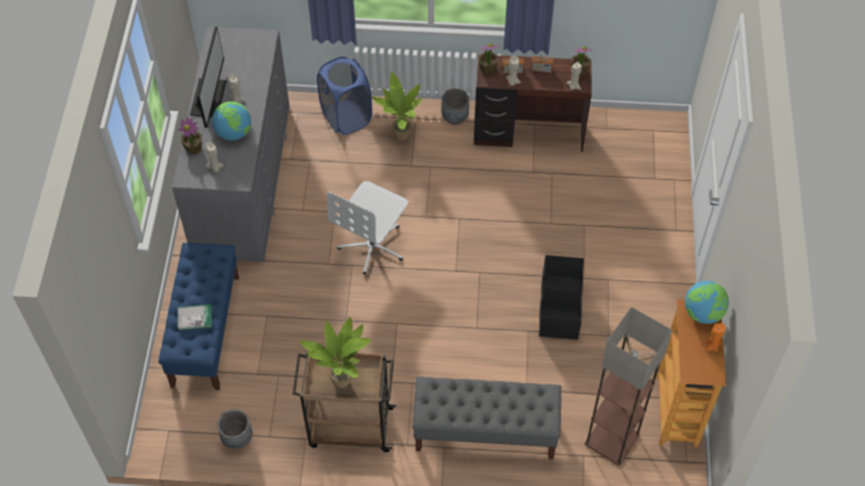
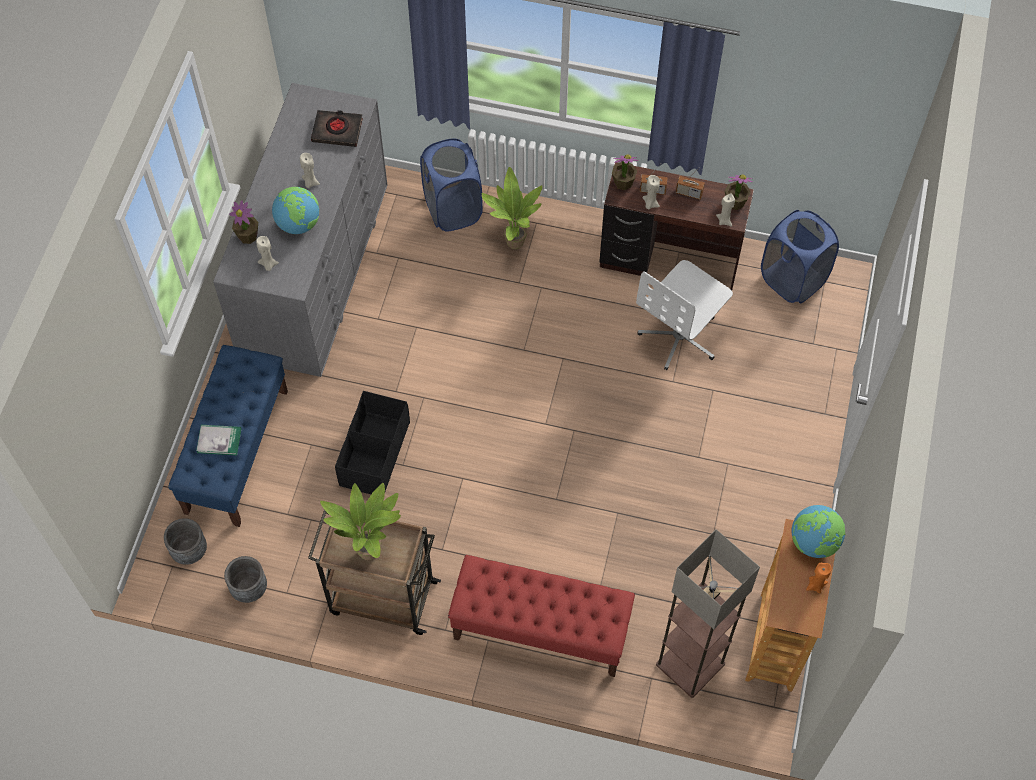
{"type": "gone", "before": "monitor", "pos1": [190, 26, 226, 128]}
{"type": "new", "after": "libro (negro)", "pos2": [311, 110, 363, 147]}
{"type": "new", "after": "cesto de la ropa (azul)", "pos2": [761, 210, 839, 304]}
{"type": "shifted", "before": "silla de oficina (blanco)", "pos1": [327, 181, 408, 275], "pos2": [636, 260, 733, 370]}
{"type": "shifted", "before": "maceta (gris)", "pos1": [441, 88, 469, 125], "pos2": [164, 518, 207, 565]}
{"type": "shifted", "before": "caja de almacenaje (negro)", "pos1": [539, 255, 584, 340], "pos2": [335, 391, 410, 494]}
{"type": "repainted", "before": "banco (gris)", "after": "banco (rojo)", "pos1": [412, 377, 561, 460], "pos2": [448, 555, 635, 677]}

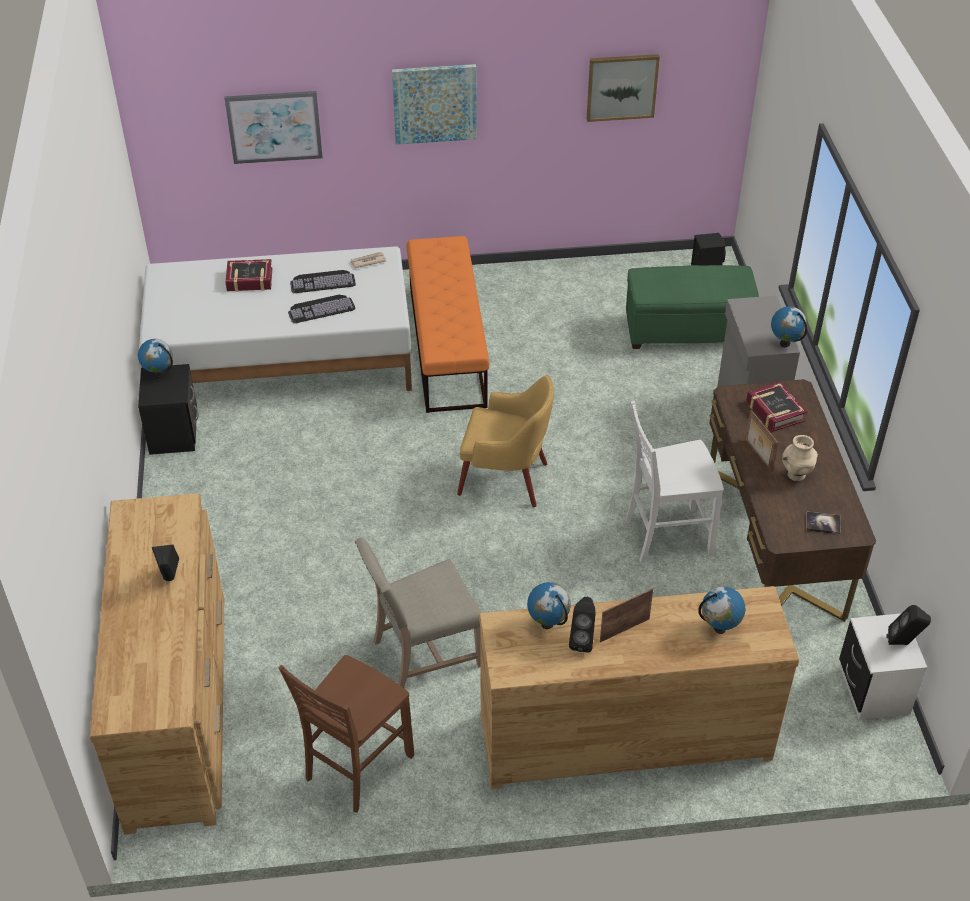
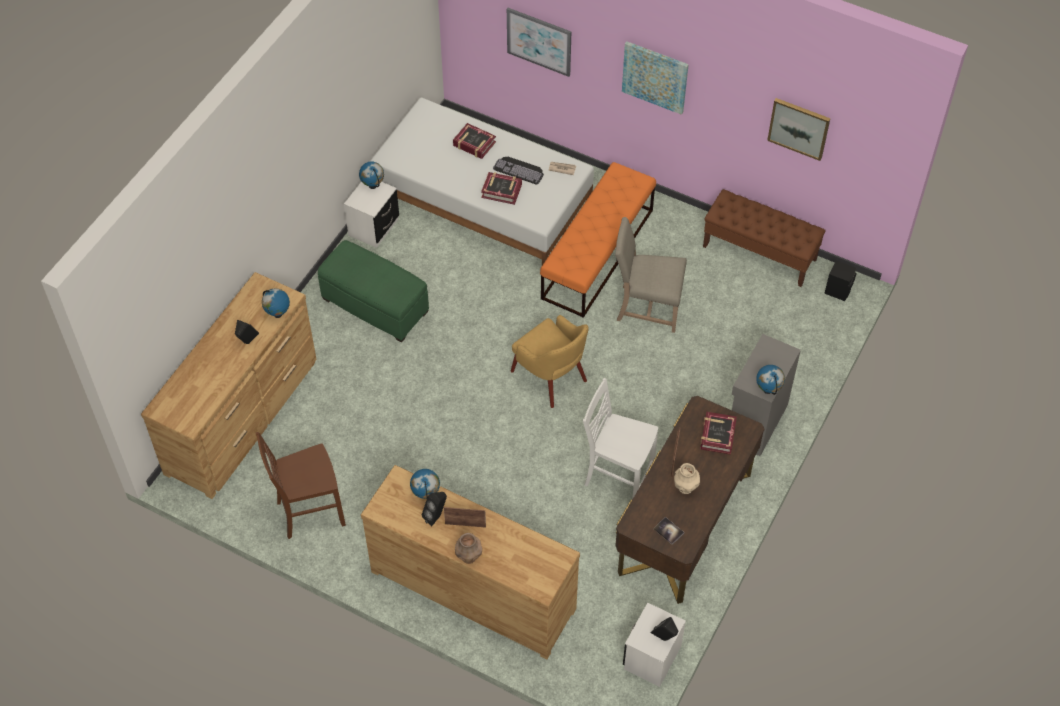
{"type": "new", "after": "florero (marrón)", "pos2": [455, 533, 482, 564]}
{"type": "new", "after": "banco (marrón)", "pos2": [703, 189, 826, 287]}
{"type": "shifted", "before": "silla (beis)", "pos1": [355, 537, 482, 688], "pos2": [615, 217, 687, 333]}
{"type": "shifted", "before": "puf (verde)", "pos1": [626, 265, 759, 349], "pos2": [318, 240, 429, 343]}
{"type": "shifted", "before": "globo terráqueo", "pos1": [698, 586, 745, 634], "pos2": [262, 288, 290, 318]}
{"type": "swapped", "before": "teclado", "after": "libro", "pos1": [288, 295, 356, 323], "pos2": [481, 172, 522, 205]}
{"type": "repainted", "before": "mesita de noche (negro)", "after": "mesita de noche (blanco)", "pos1": [138, 364, 199, 455], "pos2": [344, 181, 399, 248]}

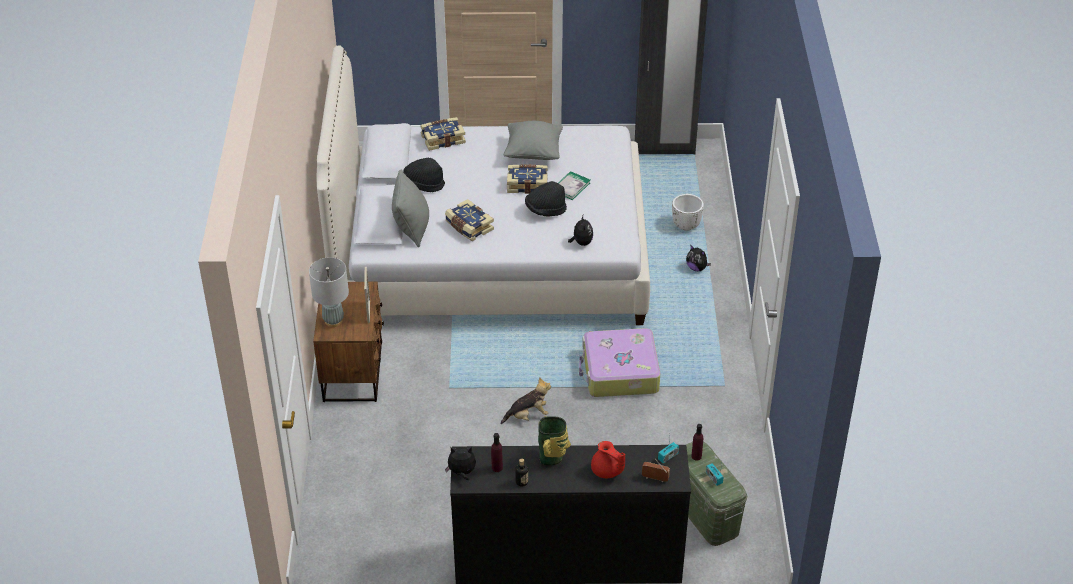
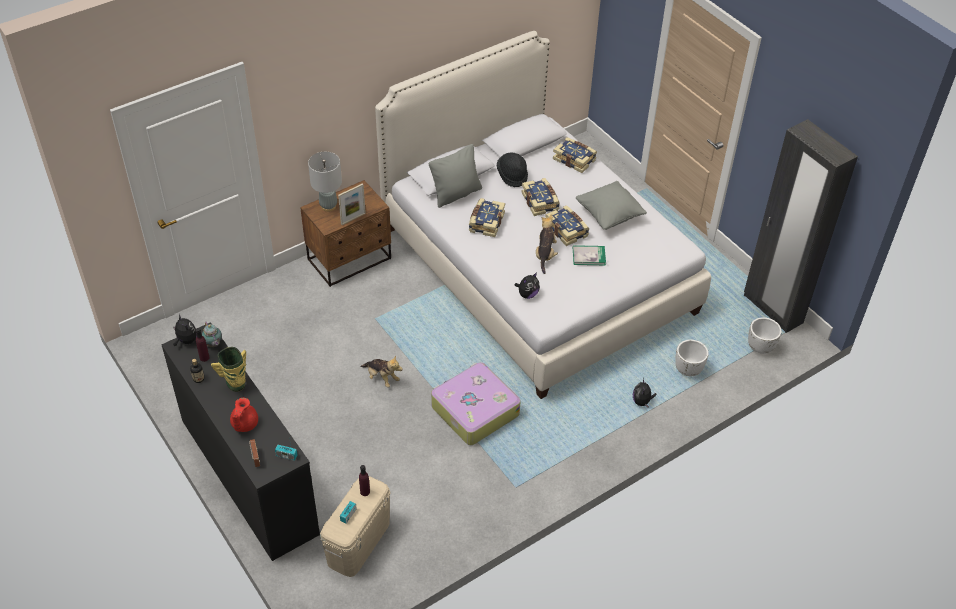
{"type": "new", "after": "tetera", "pos2": [202, 321, 222, 347]}
{"type": "new", "after": "libro", "pos2": [521, 178, 560, 216]}
{"type": "new", "after": "maceta (blanco)", "pos2": [748, 317, 782, 354]}
{"type": "swapped", "before": "sombrero (negro)", "after": "peluche", "pos1": [525, 181, 567, 217], "pos2": [536, 214, 558, 274]}
{"type": "repainted", "before": "caja de almacenaje (verde)", "after": "caja de almacenaje (beis)", "pos1": [686, 441, 747, 546], "pos2": [320, 476, 390, 577]}

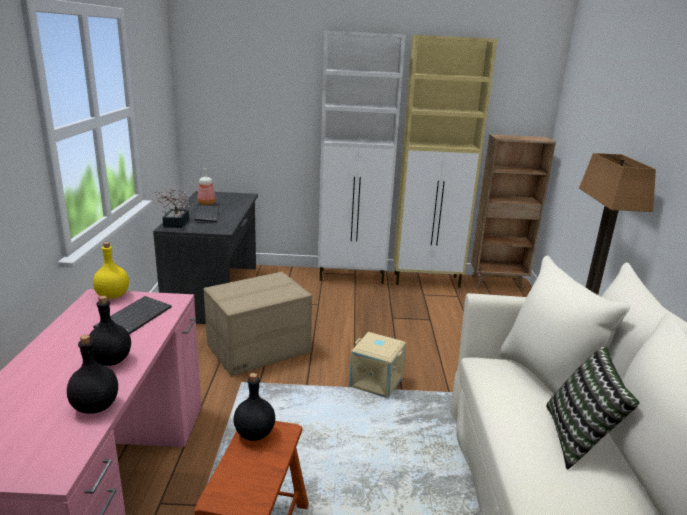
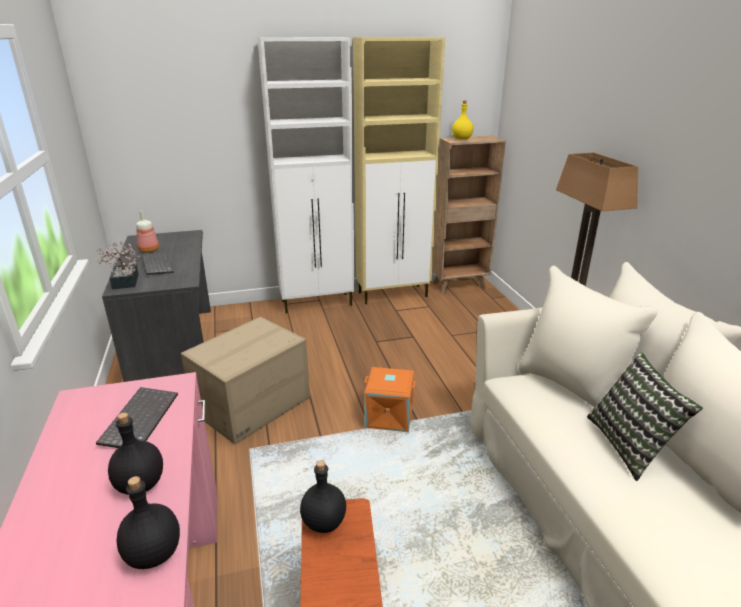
{"type": "shifted", "before": "botella (amarillo)", "pos1": [93, 242, 129, 299], "pos2": [452, 101, 473, 140]}
{"type": "repainted", "before": "caja de almacenaje (beis)", "after": "caja de almacenaje (naranja)", "pos1": [349, 332, 406, 398], "pos2": [364, 367, 416, 432]}

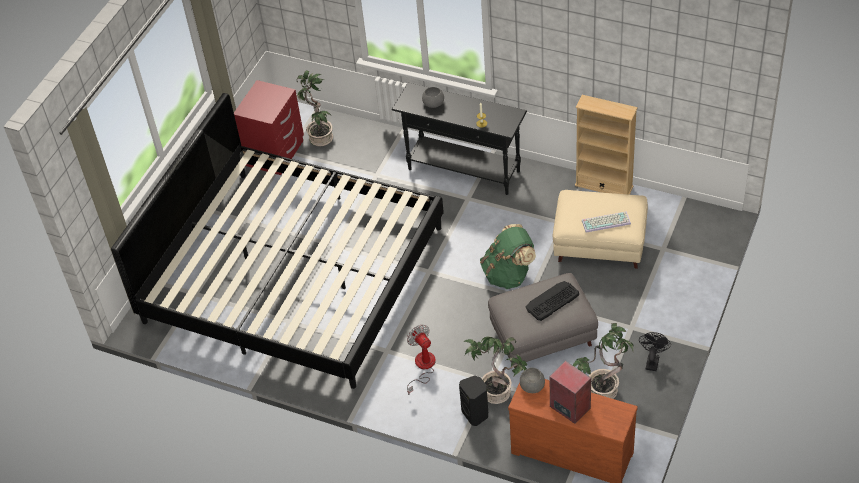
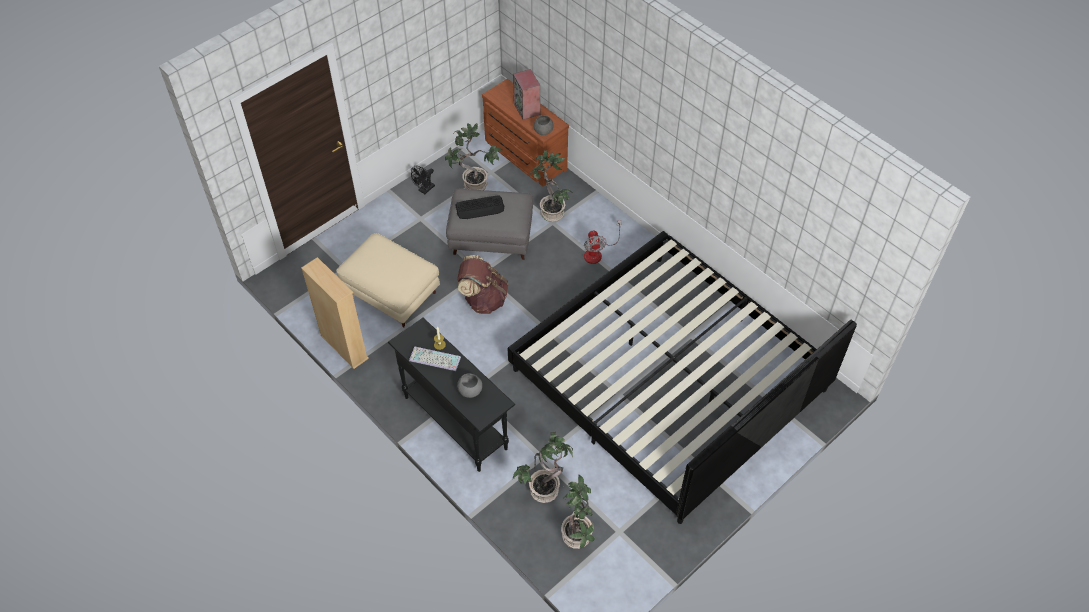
{"type": "gone", "before": "mesita de noche (rojo)", "pos1": [234, 80, 304, 175]}
{"type": "gone", "before": "altavoz (negro)", "pos1": [459, 375, 488, 426]}
{"type": "new", "after": "planta en maceta", "pos2": [513, 432, 573, 503]}
{"type": "shifted", "before": "teclado", "pos1": [582, 211, 631, 233], "pos2": [409, 346, 461, 371]}
{"type": "repainted", "before": "mochila (verde)", "after": "mochila (marrón)", "pos1": [480, 224, 536, 289], "pos2": [457, 255, 508, 314]}

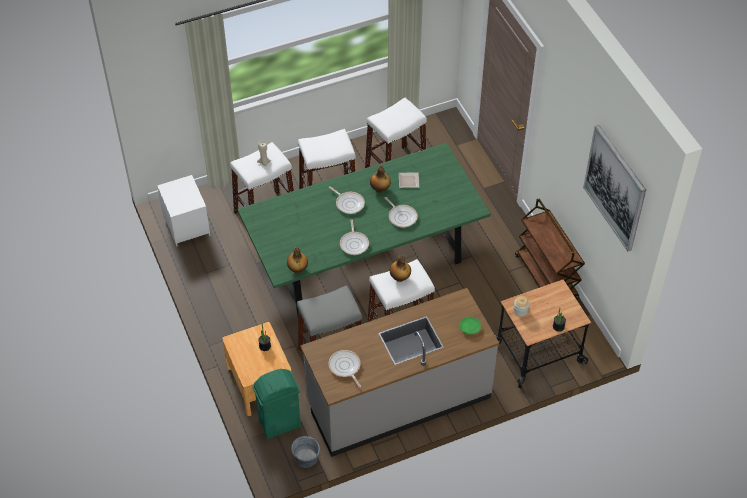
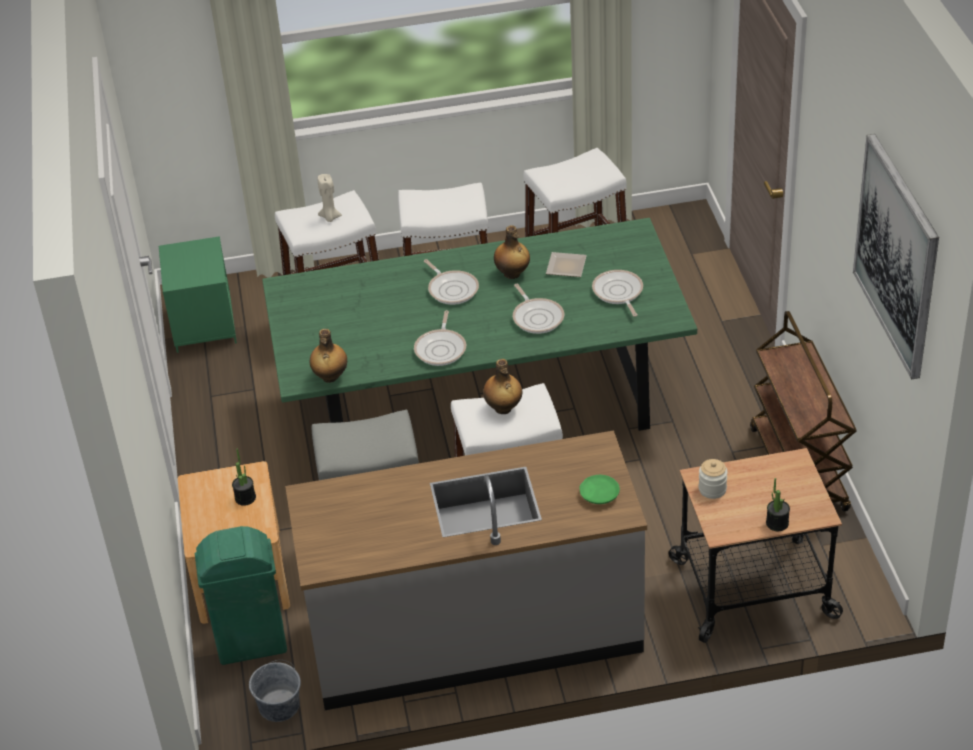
{"type": "shifted", "before": "sartén", "pos1": [328, 350, 361, 388], "pos2": [592, 270, 643, 317]}
{"type": "repainted", "before": "mesita de noche (blanco)", "after": "mesita de noche (verde)", "pos1": [157, 175, 210, 246], "pos2": [159, 236, 237, 353]}

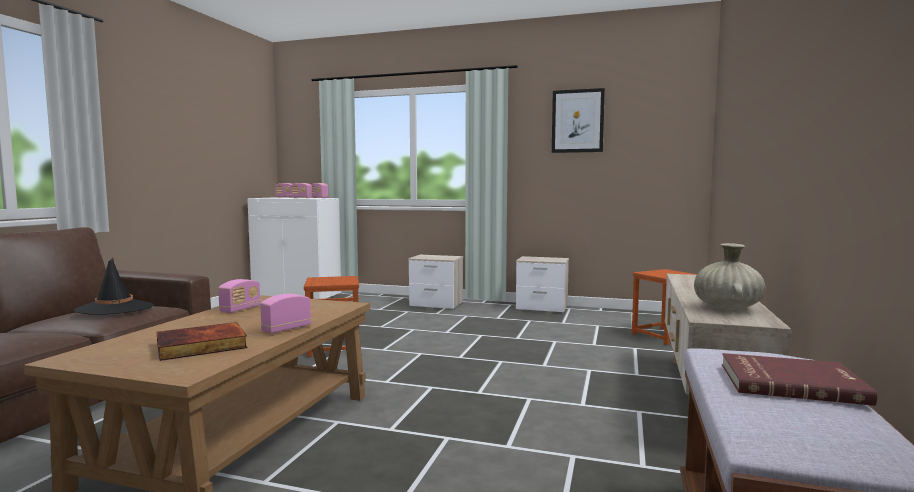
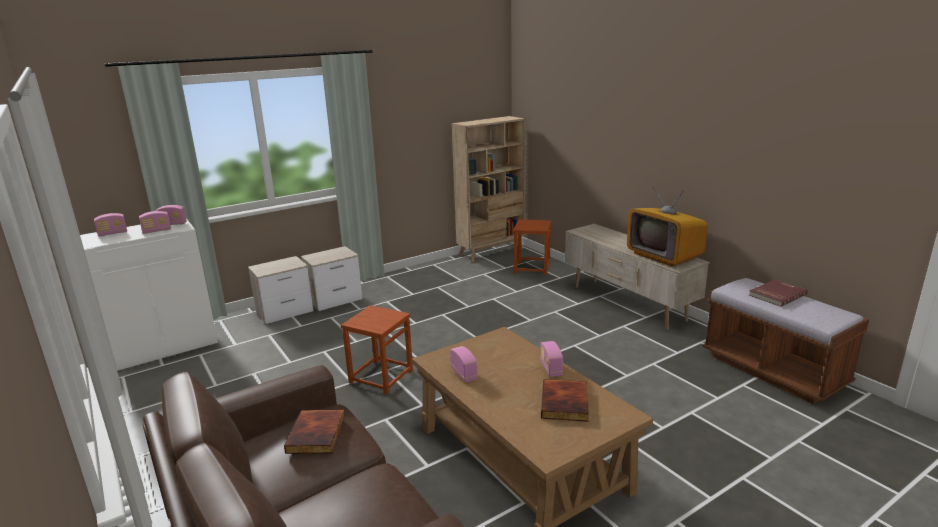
{"type": "gone", "before": "cuadro", "pos1": [552, 88, 605, 153]}
{"type": "new", "after": "estantería (beis)", "pos2": [452, 116, 525, 262]}
{"type": "shifted", "before": "mesita de noche", "pos1": [516, 256, 569, 313], "pos2": [248, 256, 313, 324]}
{"type": "swapped", "before": "sombrero (negro)", "after": "libro", "pos1": [74, 257, 154, 315], "pos2": [284, 410, 346, 454]}
{"type": "swapped", "before": "florero (beis)", "after": "televisor", "pos1": [694, 243, 766, 311], "pos2": [627, 186, 708, 267]}

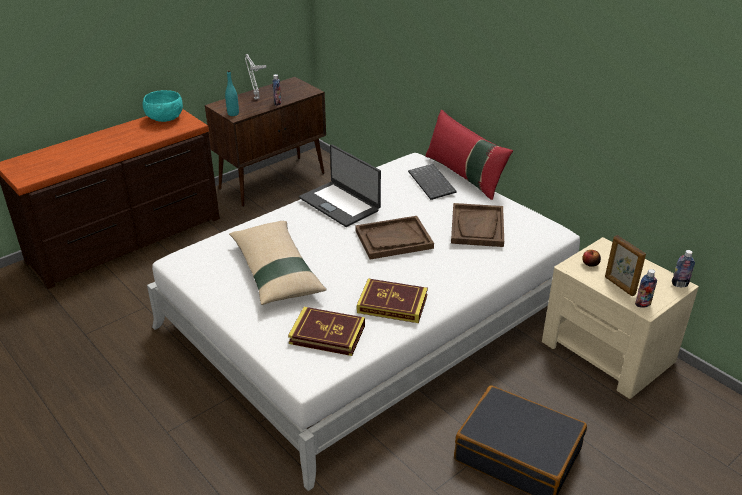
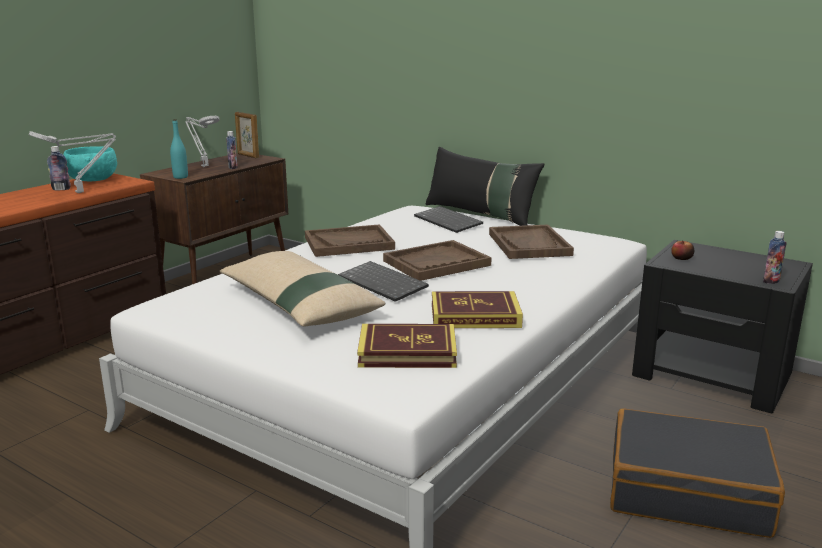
{"type": "new", "after": "lámpara de mesa (gris)", "pos2": [29, 131, 116, 193]}
{"type": "new", "after": "teclado", "pos2": [338, 261, 429, 302]}
{"type": "shifted", "before": "portarretratos", "pos1": [605, 235, 646, 296], "pos2": [235, 112, 259, 158]}
{"type": "shifted", "before": "botella", "pos1": [672, 250, 695, 287], "pos2": [47, 146, 71, 190]}
{"type": "swapped", "before": "portátil", "after": "bandeja (marrón)", "pos1": [299, 144, 381, 227], "pos2": [305, 224, 395, 257]}
{"type": "repainted", "before": "cojín (rojo)", "after": "cojín (negro)", "pos1": [425, 110, 513, 200], "pos2": [425, 147, 545, 226]}
{"type": "repainted", "before": "mesita de noche (beis)", "after": "mesita de noche (negro)", "pos1": [542, 237, 699, 399], "pos2": [632, 240, 813, 413]}

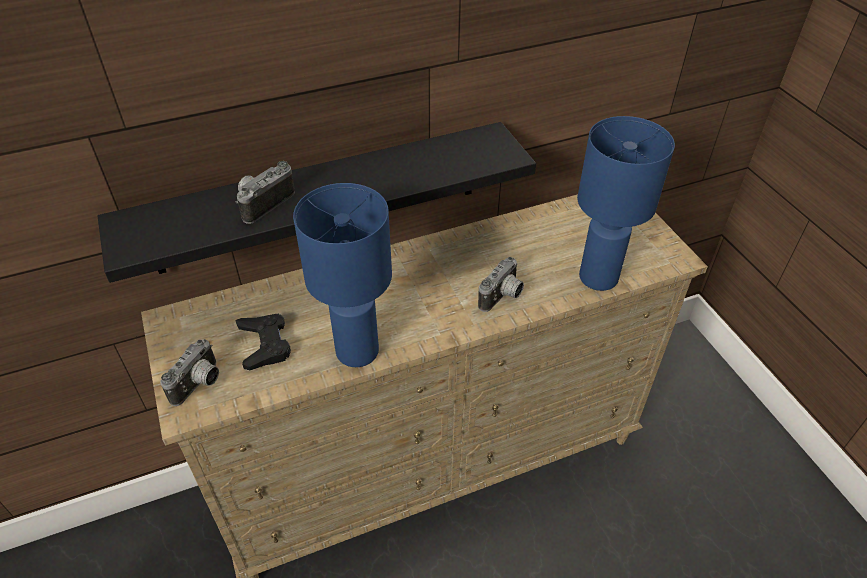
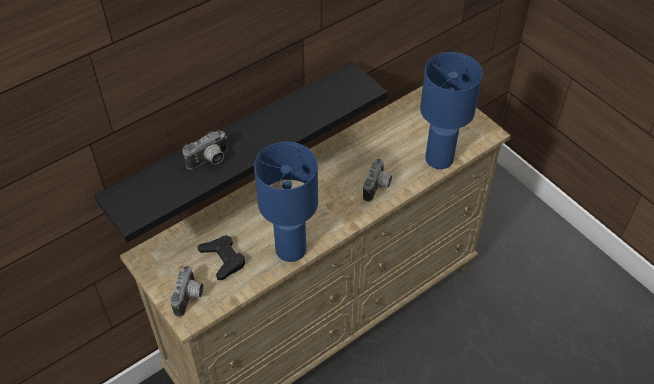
{"type": "rotated", "before": "cámara", "pos1": [236, 161, 295, 224], "pos2": [182, 130, 227, 170], "turn": -150}

